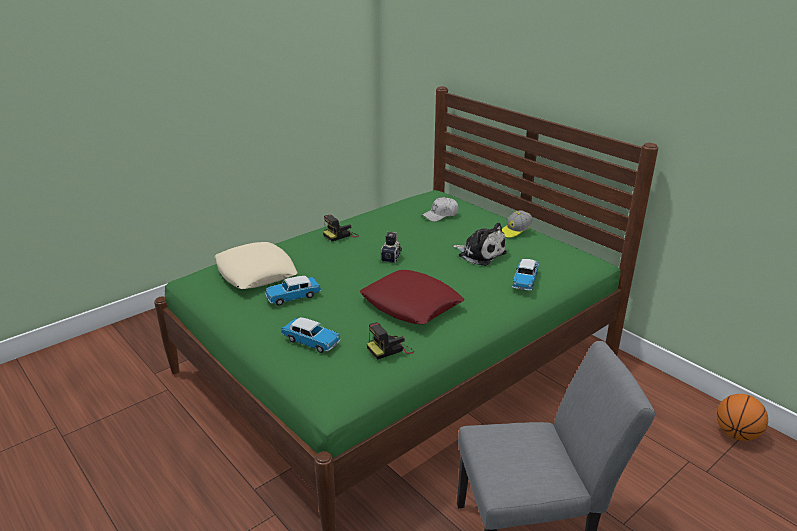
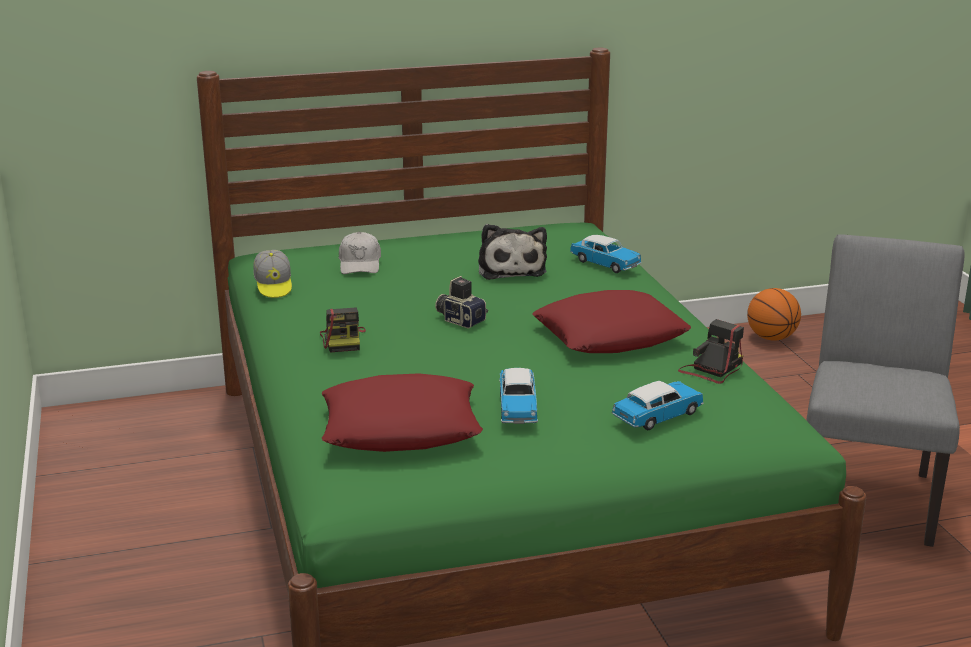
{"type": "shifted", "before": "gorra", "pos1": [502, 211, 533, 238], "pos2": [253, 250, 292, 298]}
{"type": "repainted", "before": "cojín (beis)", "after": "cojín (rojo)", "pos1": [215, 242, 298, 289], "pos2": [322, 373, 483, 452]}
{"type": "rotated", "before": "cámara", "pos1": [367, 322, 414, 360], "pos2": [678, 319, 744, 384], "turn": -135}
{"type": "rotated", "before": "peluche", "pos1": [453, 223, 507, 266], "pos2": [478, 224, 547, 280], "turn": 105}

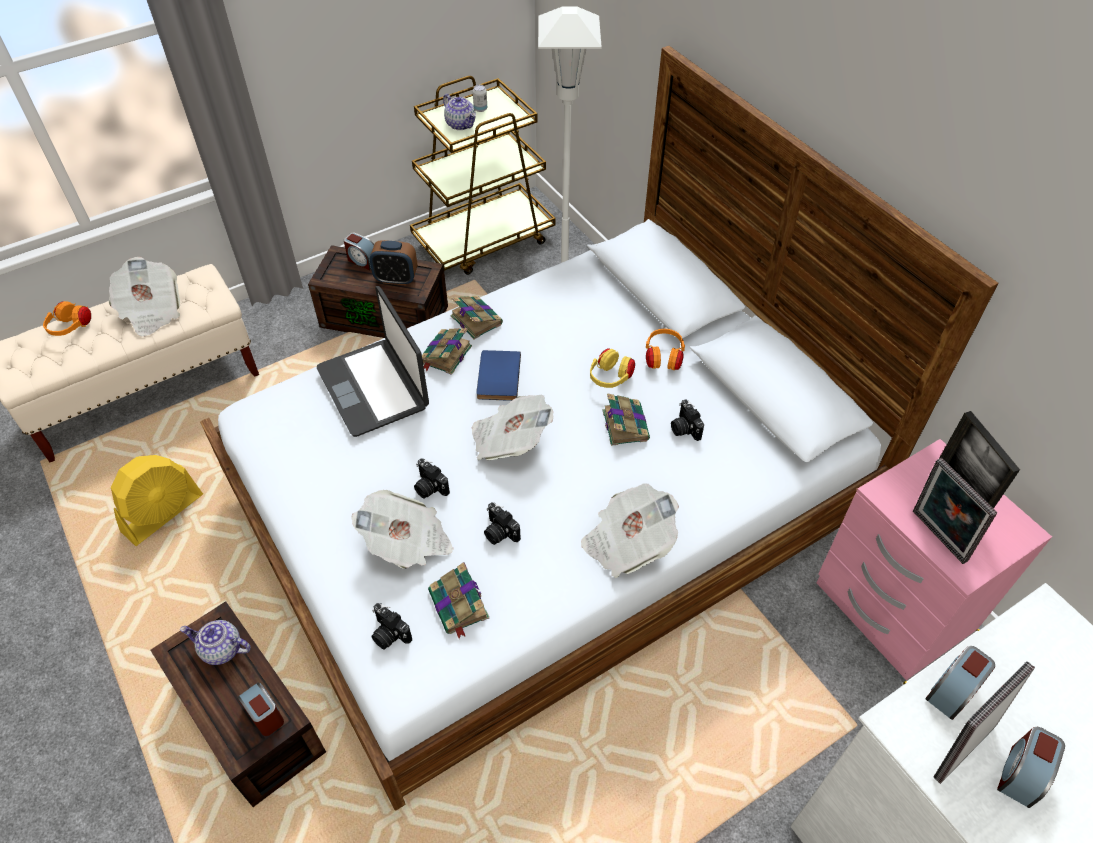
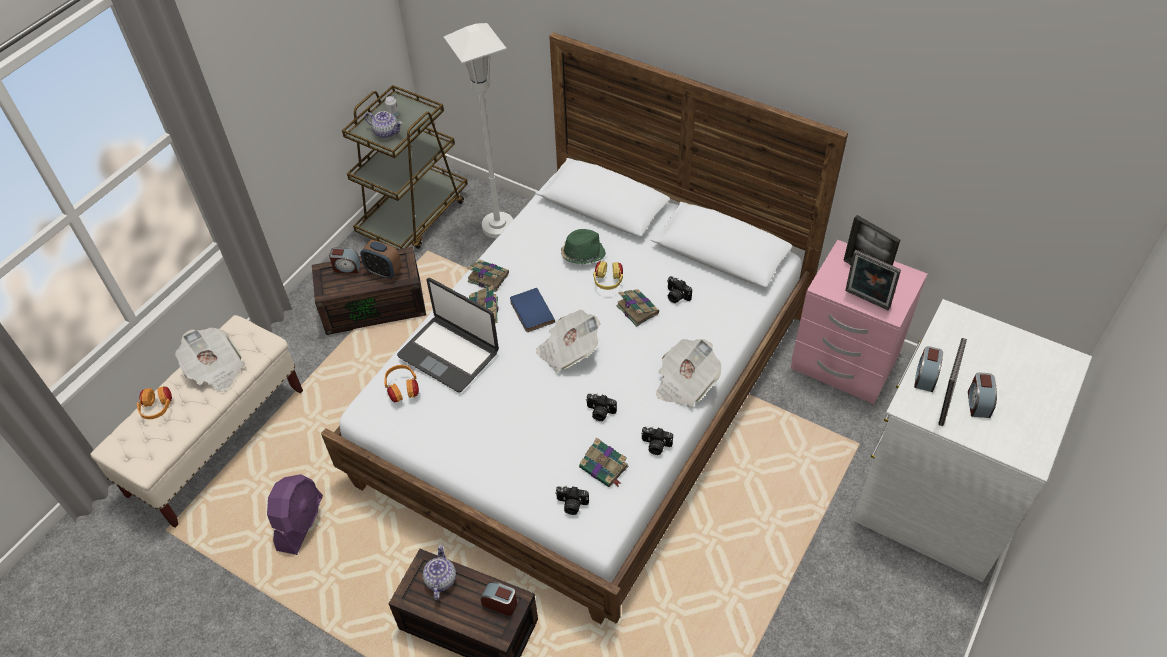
{"type": "gone", "before": "periódico", "pos1": [352, 490, 454, 569]}
{"type": "new", "after": "sombrero (verde)", "pos2": [561, 229, 606, 265]}
{"type": "shifted", "before": "cámara", "pos1": [414, 458, 450, 499], "pos2": [641, 426, 673, 455]}
{"type": "shifted", "before": "auriculares (naranja)", "pos1": [646, 329, 685, 370], "pos2": [384, 365, 419, 402]}
{"type": "repainted", "before": "ventilador (amarillo)", "after": "ventilador (morado)", "pos1": [111, 455, 203, 546], "pos2": [267, 474, 323, 555]}
{"type": "rotated", "before": "tetera", "pos1": [180, 620, 251, 665], "pos2": [423, 544, 456, 600], "turn": 105}
{"type": "rotated", "before": "despertador", "pos1": [370, 240, 417, 285], "pos2": [360, 240, 402, 279], "turn": 45}

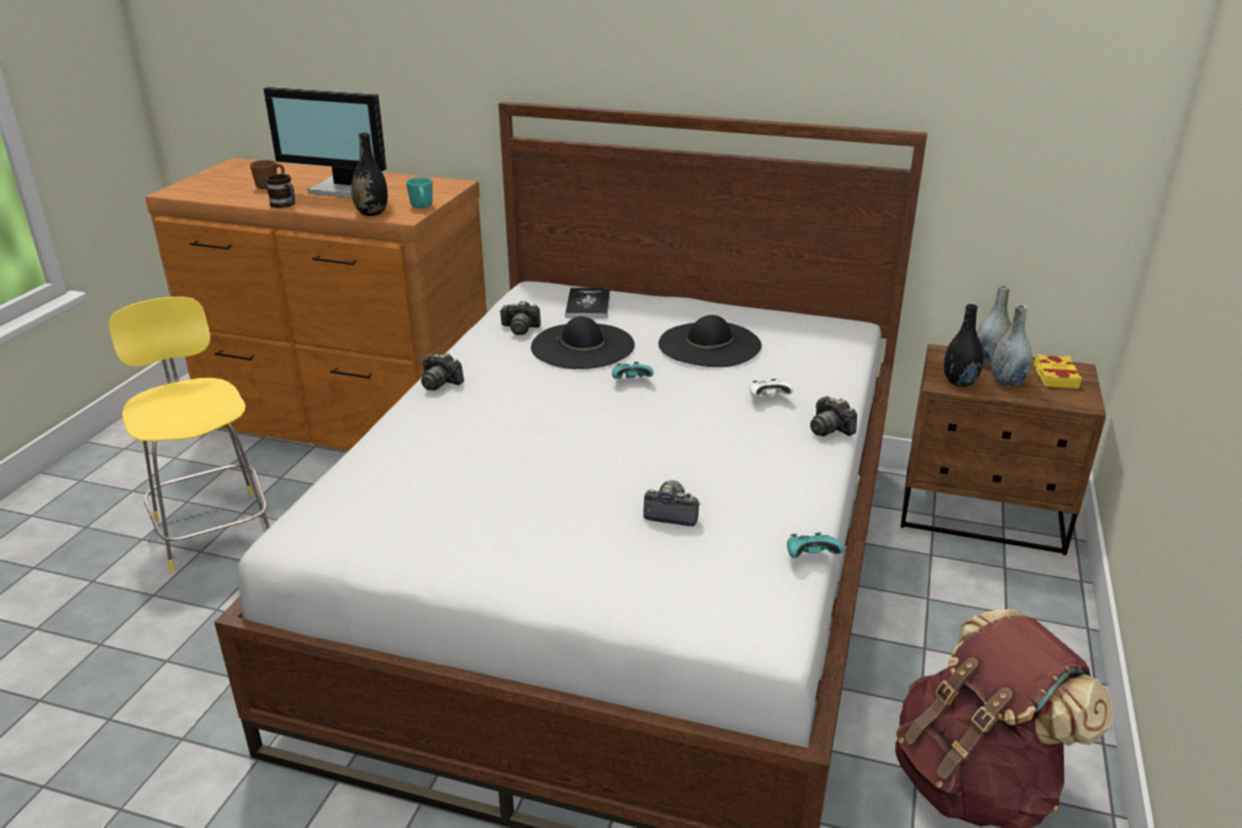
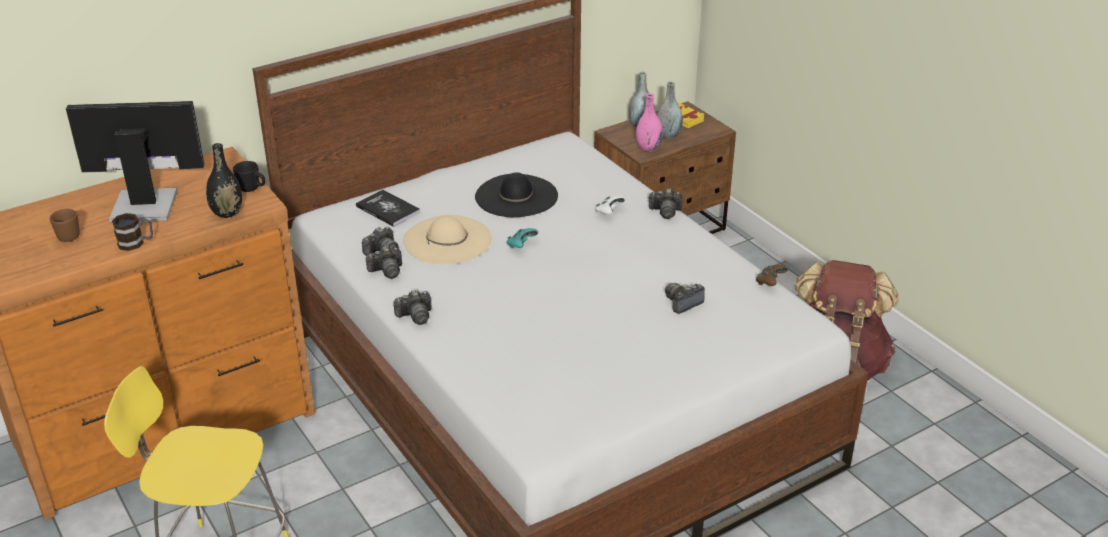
{"type": "new", "after": "cámara", "pos2": [365, 246, 402, 279]}
{"type": "repainted", "before": "taza grande (turquesa)", "after": "taza grande (negro)", "pos1": [406, 177, 433, 208], "pos2": [233, 161, 265, 192]}
{"type": "repainted", "before": "sombrero (negro)", "after": "sombrero (beis)", "pos1": [531, 316, 635, 369], "pos2": [404, 215, 491, 264]}
{"type": "repainted", "before": "mando de consola (turquesa)", "after": "mando de consola (marrón)", "pos1": [787, 532, 843, 558], "pos2": [756, 265, 788, 286]}
{"type": "repainted", "before": "florero (negro)", "after": "florero (rosa)", "pos1": [944, 304, 983, 387], "pos2": [636, 93, 663, 151]}
{"type": "rotated", "before": "monitor", "pos1": [264, 87, 386, 198], "pos2": [66, 101, 204, 222], "turn": -150}

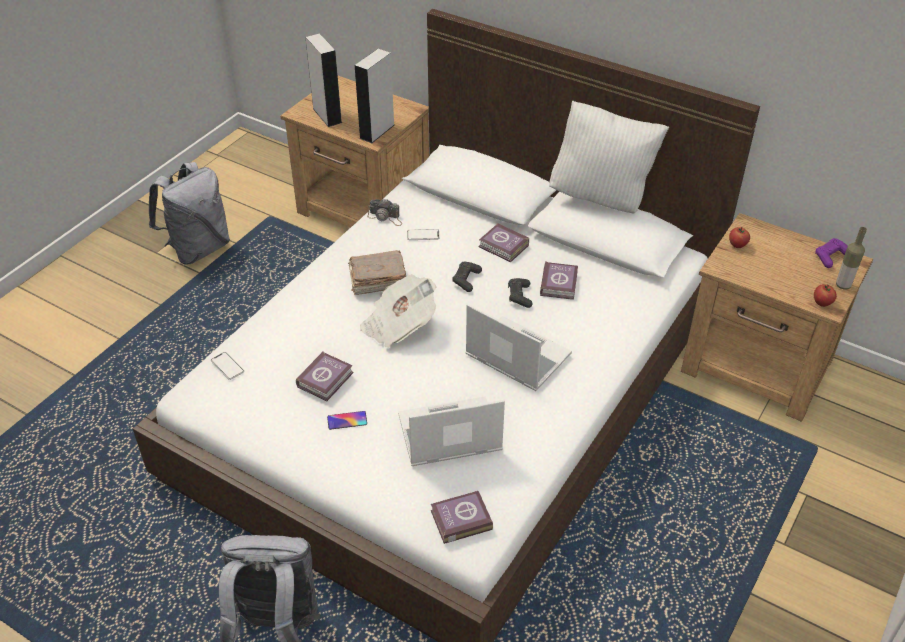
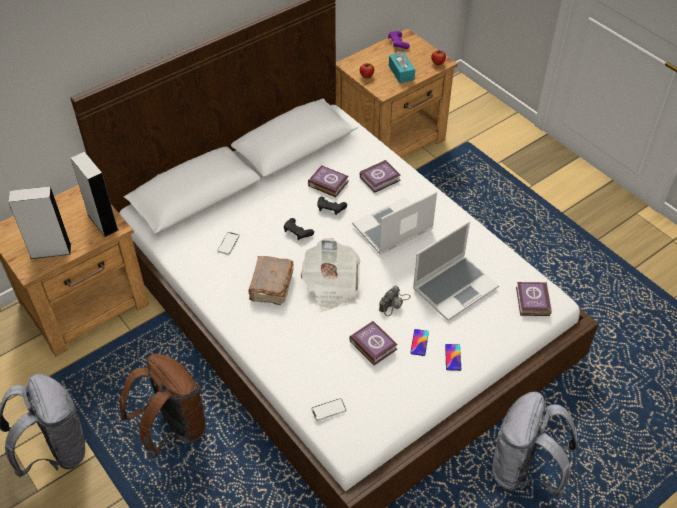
{"type": "gone", "before": "cojín (blanco)", "pos1": [549, 100, 669, 213]}
{"type": "gone", "before": "botella", "pos1": [836, 227, 867, 290]}
{"type": "new", "after": "mochila (marrón)", "pos2": [119, 354, 206, 458]}
{"type": "new", "after": "caja de pañuelos (turquesa)", "pos2": [389, 51, 415, 83]}
{"type": "new", "after": "móvil", "pos2": [445, 344, 461, 371]}
{"type": "shifted", "before": "cámara", "pos1": [367, 199, 402, 226], "pos2": [379, 286, 411, 316]}
{"type": "shifted", "before": "libro", "pos1": [479, 223, 529, 262], "pos2": [360, 160, 401, 193]}
{"type": "rotated", "before": "portátil", "pos1": [398, 396, 505, 466], "pos2": [413, 221, 499, 321], "turn": -135}

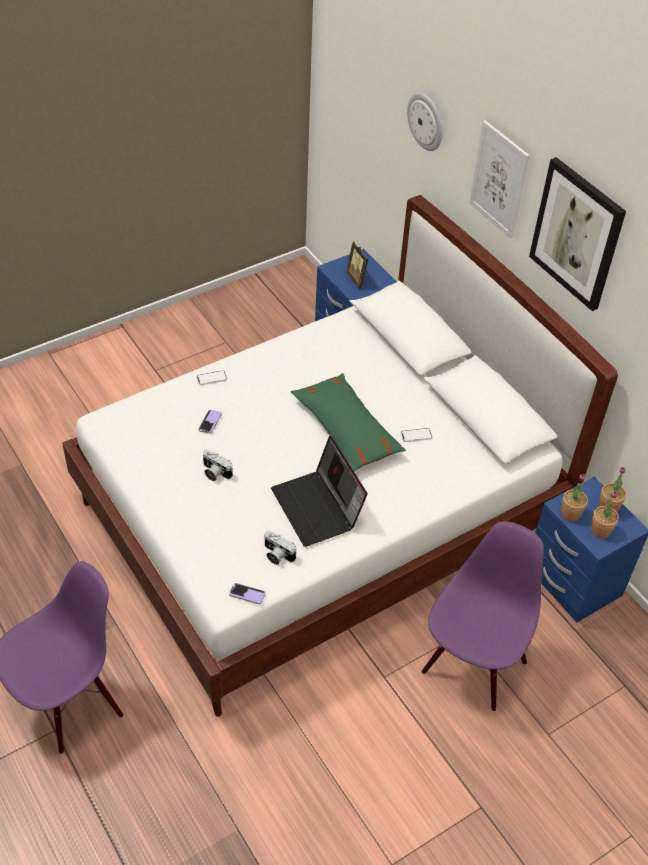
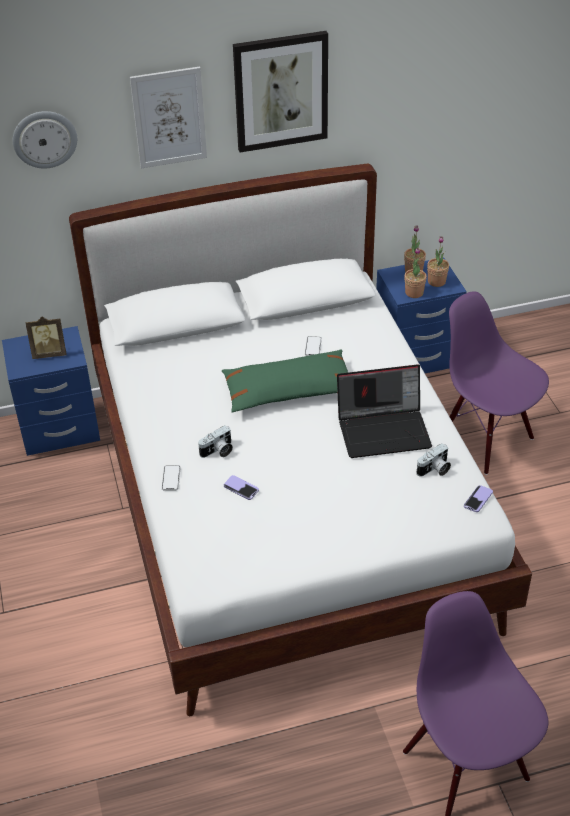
{"type": "shifted", "before": "cámara", "pos1": [203, 450, 233, 481], "pos2": [198, 425, 233, 458]}

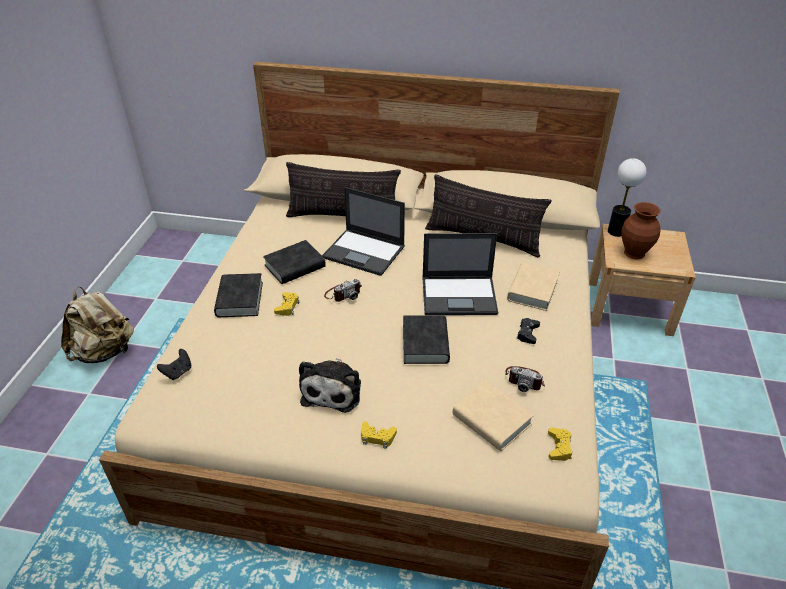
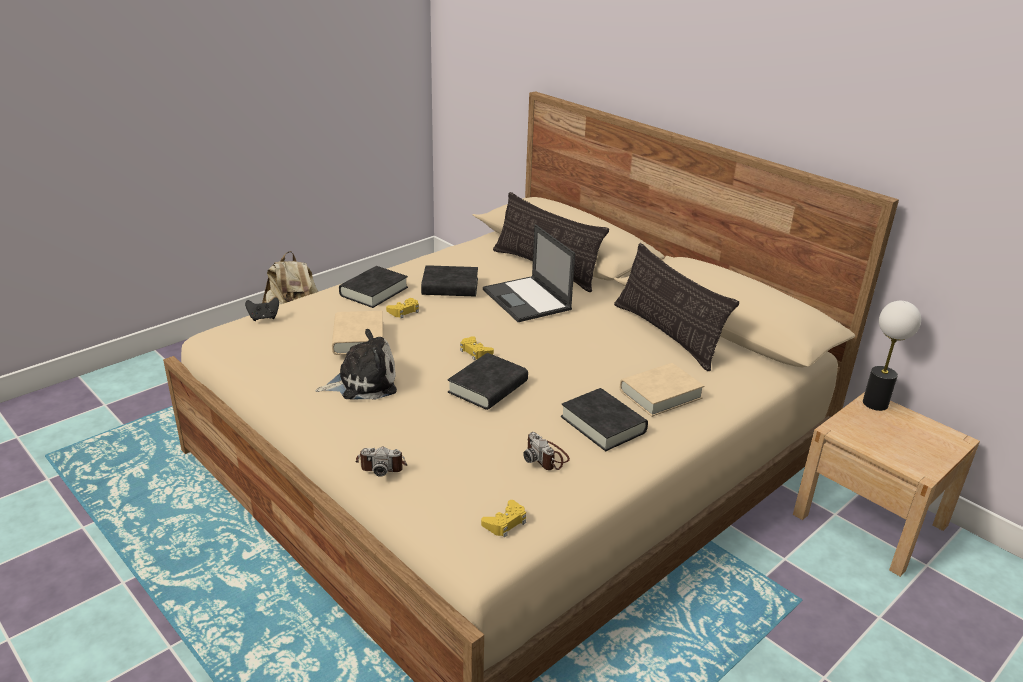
{"type": "gone", "before": "portátil", "pos1": [422, 233, 498, 315]}
{"type": "gone", "before": "florero (marrón)", "pos1": [621, 202, 660, 259]}
{"type": "shifted", "before": "cámara", "pos1": [324, 279, 362, 302], "pos2": [355, 447, 407, 477]}
{"type": "shifted", "before": "mando de consola (amarillo)", "pos1": [361, 422, 397, 449], "pos2": [460, 336, 494, 360]}
{"type": "shifted", "before": "libro (beis)", "pos1": [453, 381, 534, 451], "pos2": [332, 311, 383, 355]}
{"type": "swapped", "before": "mando de consola (negro)", "after": "libro (negro)", "pos1": [517, 318, 540, 344], "pos2": [561, 388, 648, 451]}
{"type": "rotated", "before": "peluche", "pos1": [299, 358, 361, 413], "pos2": [315, 329, 397, 400], "turn": -150}

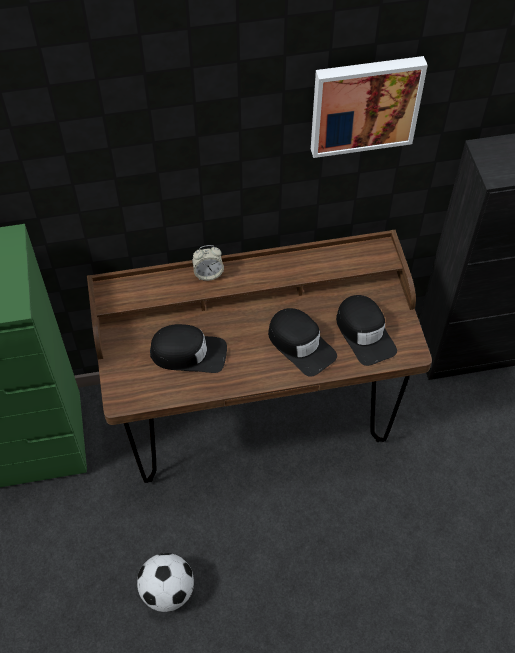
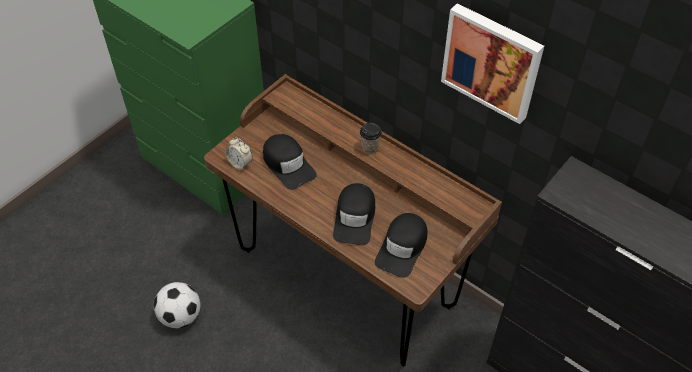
{"type": "new", "after": "taza", "pos2": [360, 122, 382, 154]}
{"type": "shifted", "before": "despertador", "pos1": [192, 245, 224, 281], "pos2": [225, 137, 253, 171]}

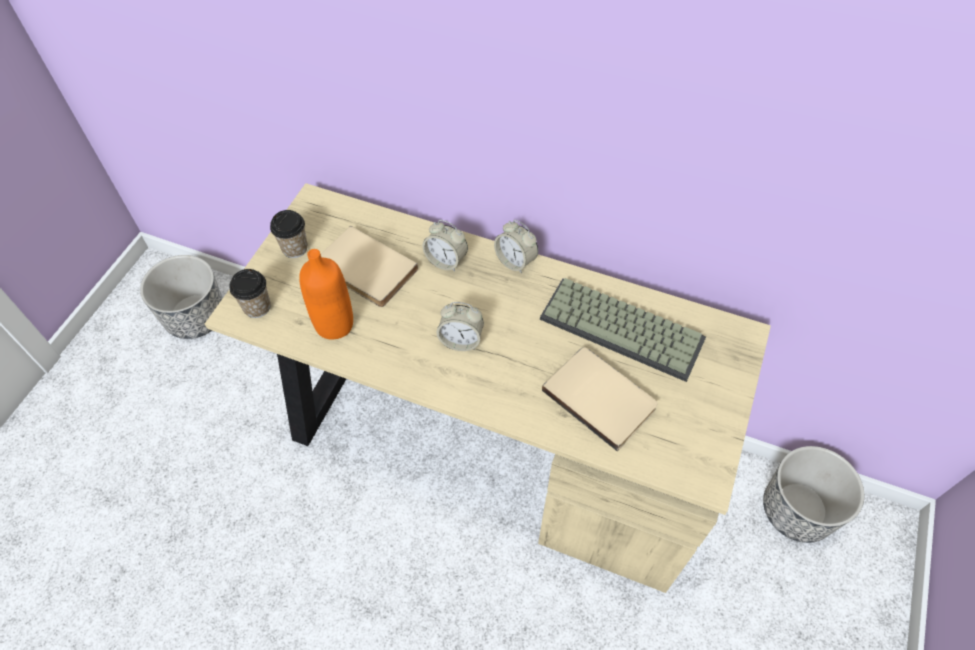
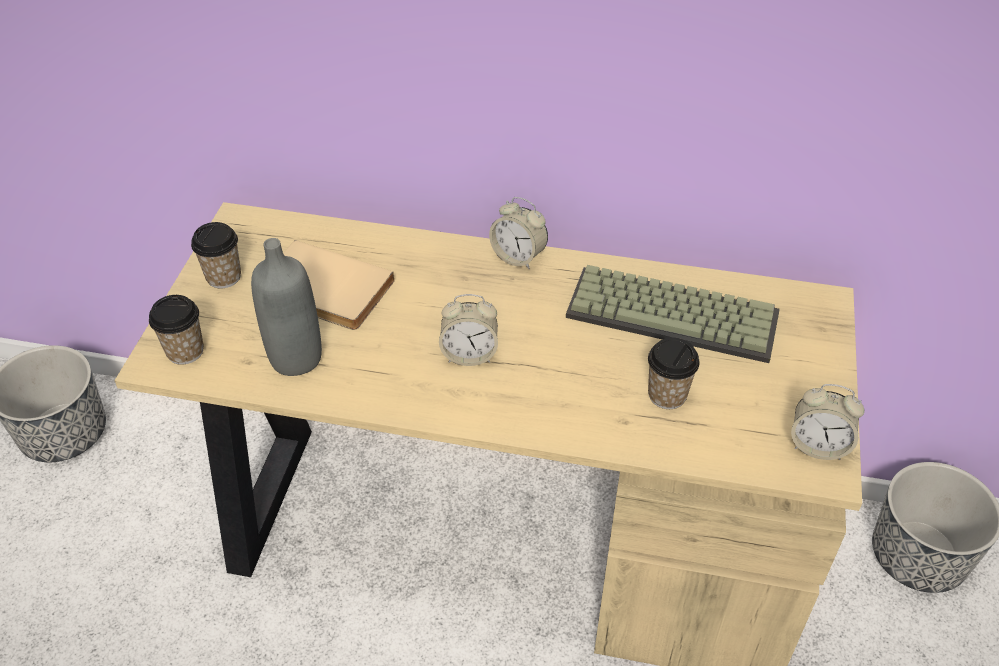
{"type": "shifted", "before": "despertador", "pos1": [422, 220, 468, 271], "pos2": [791, 384, 865, 460]}
{"type": "swapped", "before": "libro (beis)", "after": "taza", "pos1": [542, 347, 658, 451], "pos2": [648, 337, 700, 409]}
{"type": "repainted", "before": "botella (naranja)", "after": "botella (gris)", "pos1": [299, 249, 353, 339], "pos2": [251, 238, 322, 376]}

